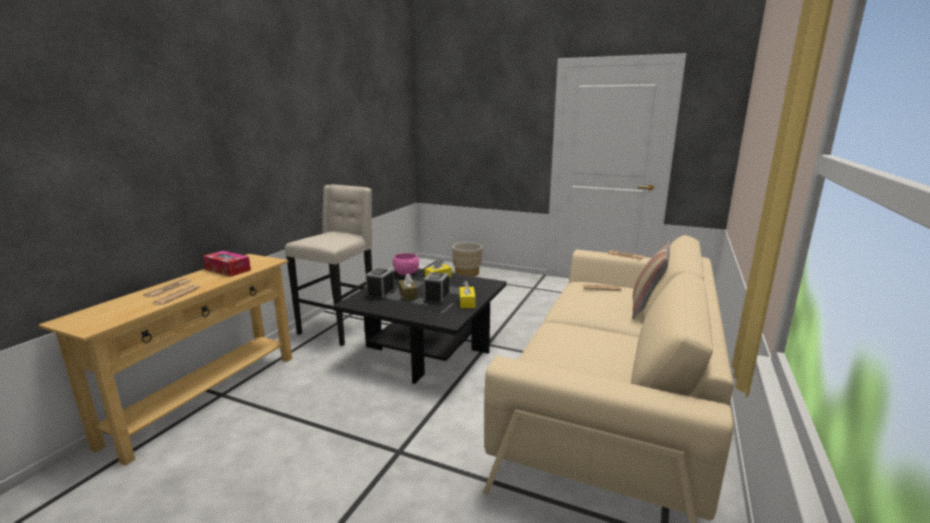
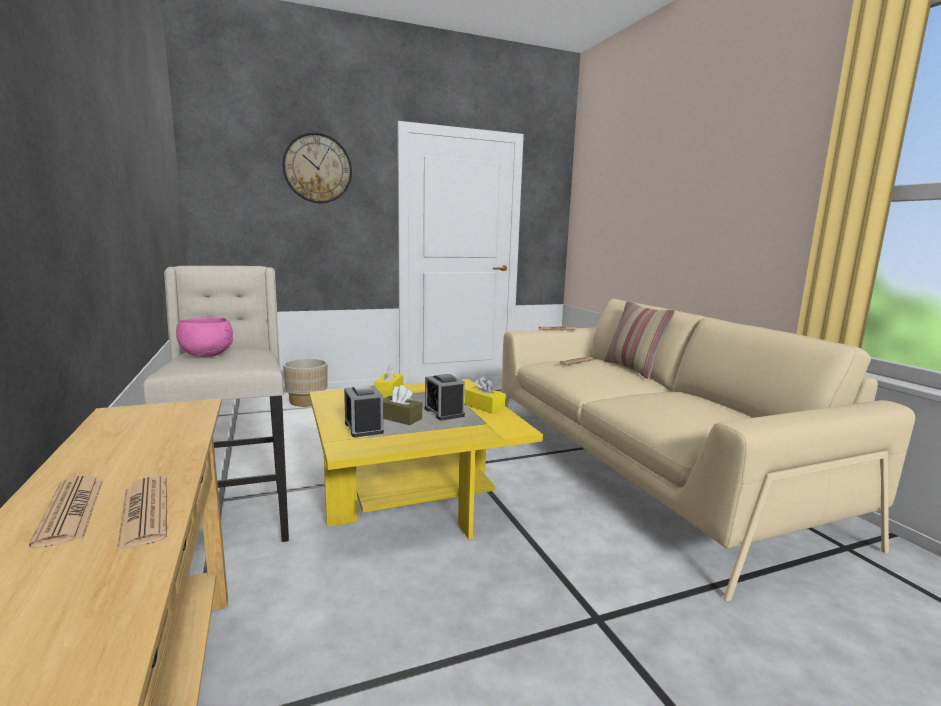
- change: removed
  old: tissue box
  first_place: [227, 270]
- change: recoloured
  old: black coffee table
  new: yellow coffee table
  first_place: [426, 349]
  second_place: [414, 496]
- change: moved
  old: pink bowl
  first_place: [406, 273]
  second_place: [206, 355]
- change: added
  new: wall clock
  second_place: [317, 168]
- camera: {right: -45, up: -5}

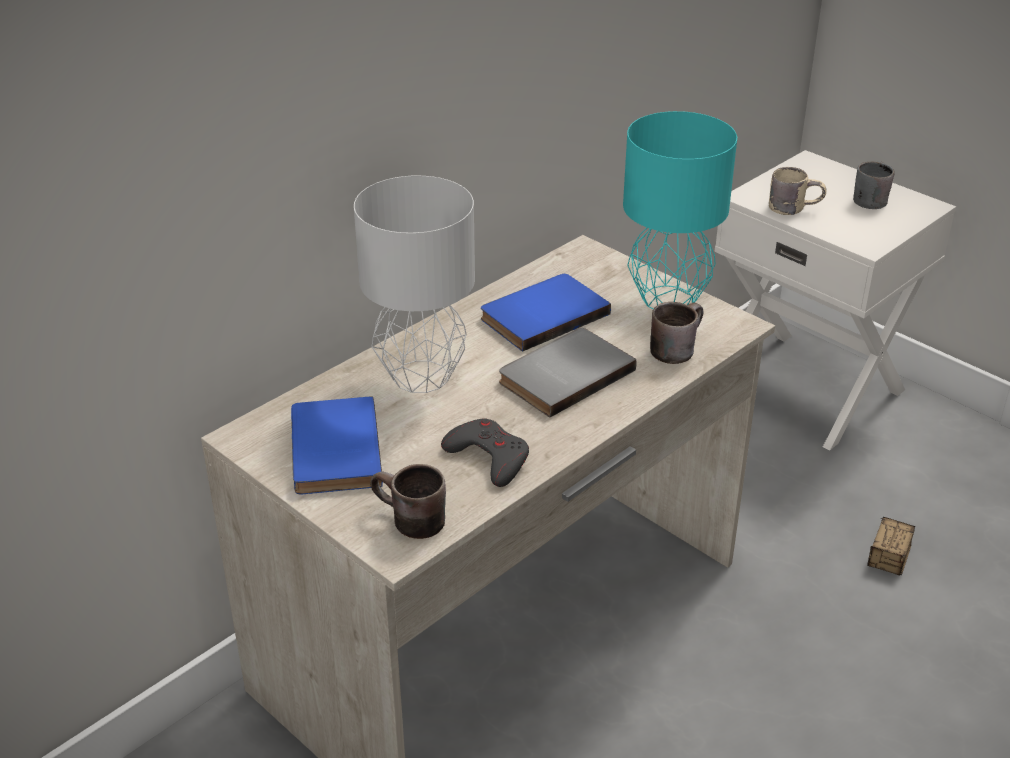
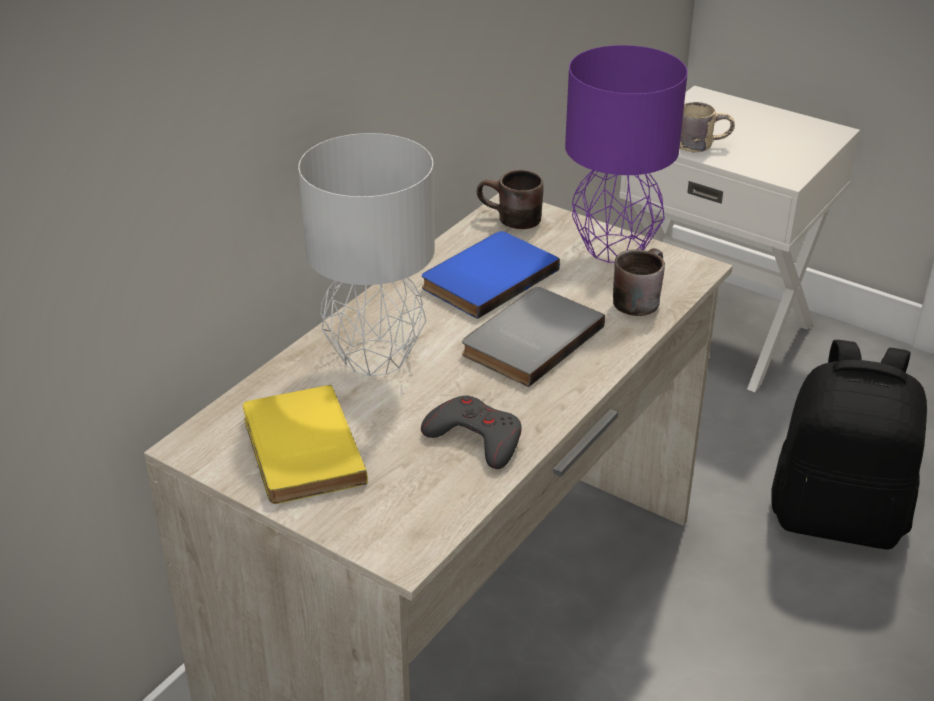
- change: recoloured
  old: blue book
  new: yellow book
  first_place: [331, 450]
  second_place: [298, 449]
- change: moved
  old: brown mug
  first_place: [407, 522]
  second_place: [509, 221]
- change: recoloured
  old: turquoise table lamp
  new: purple table lamp
  first_place: [670, 299]
  second_place: [616, 248]
- change: removed
  old: grey mug
  first_place: [868, 198]
- change: replaced
  old: storage box
  new: black backpack
  first_place: [881, 578]
  second_place: [838, 517]
- camera: {right: -10, up: 0}

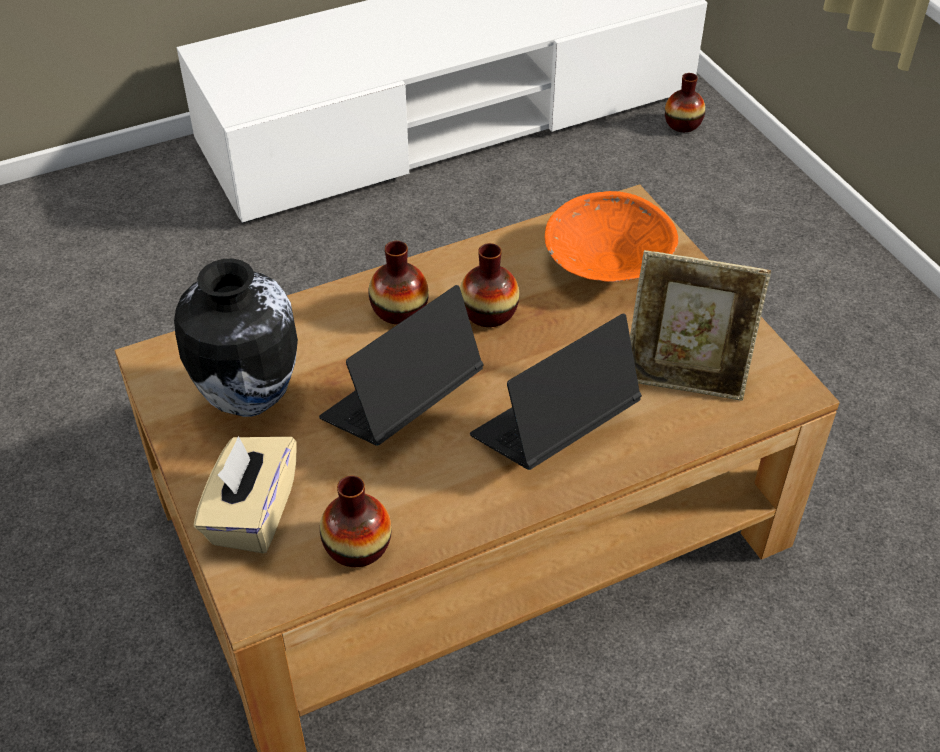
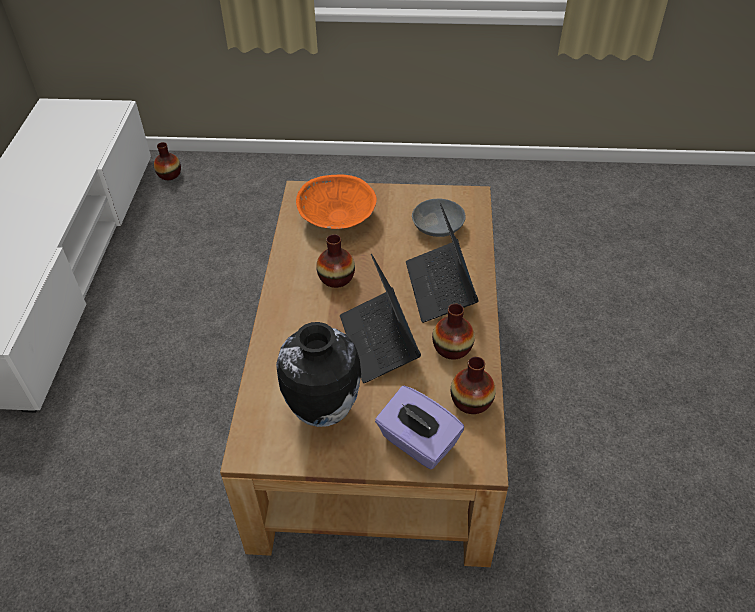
- change: recoloured
  old: beige tissue box
  new: purple tissue box
  first_place: [252, 514]
  second_place: [417, 442]
- change: moved
  old: vase
  first_place: [399, 310]
  second_place: [452, 348]
- change: replaced
  old: picture frame
  new: grey bowl
  first_place: [685, 375]
  second_place: [437, 226]
- camera: {right: -60, up: 0}

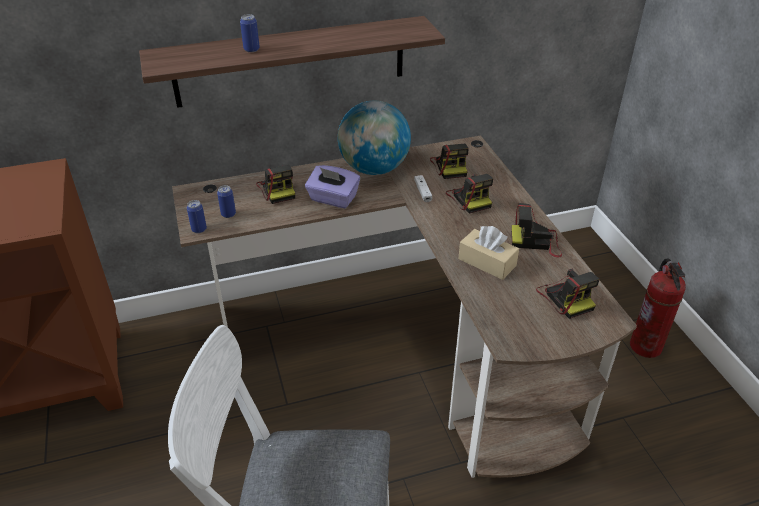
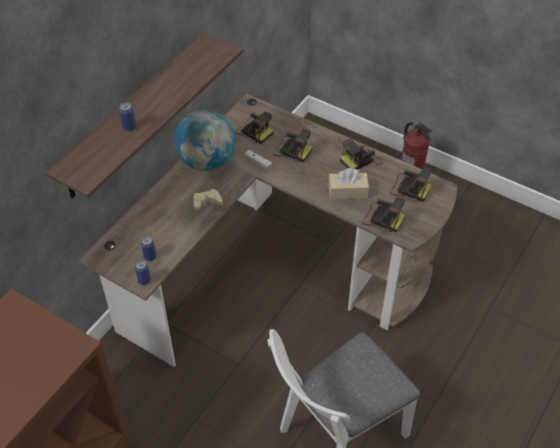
- change: moved
  old: photo camera
  first_place: [278, 189]
  second_place: [382, 218]
- change: replaced
  old: purple tissue box
  new: beige game controller
  first_place: [333, 199]
  second_place: [207, 202]
- camera: {right: -40, up: 10}

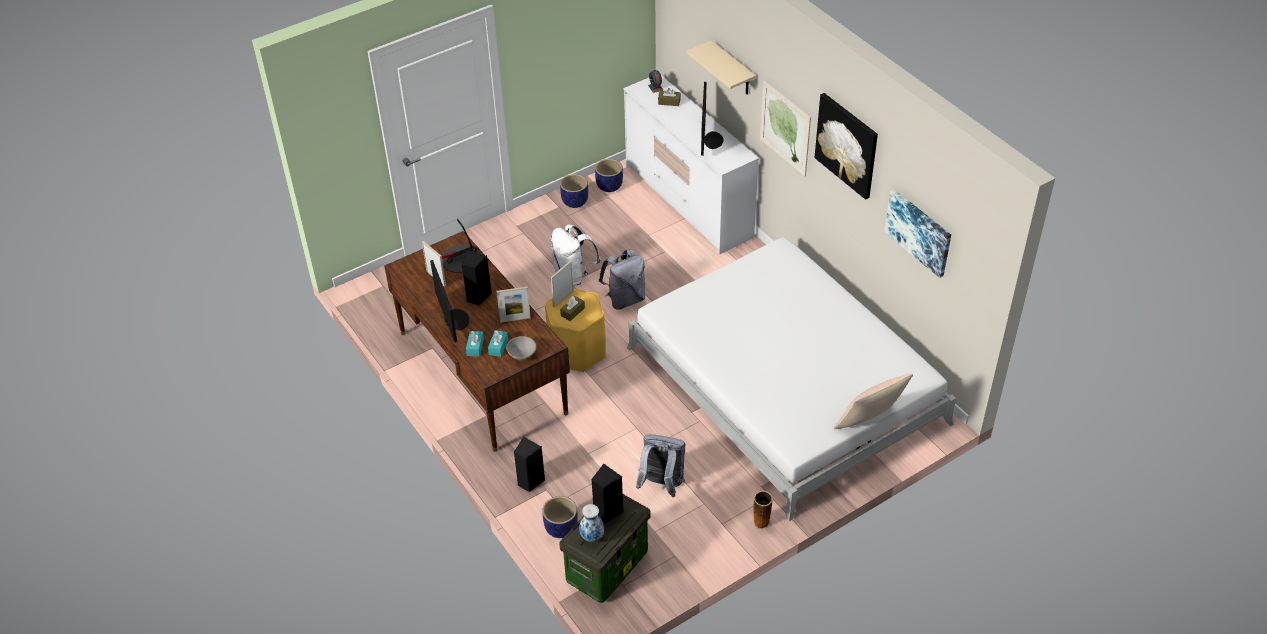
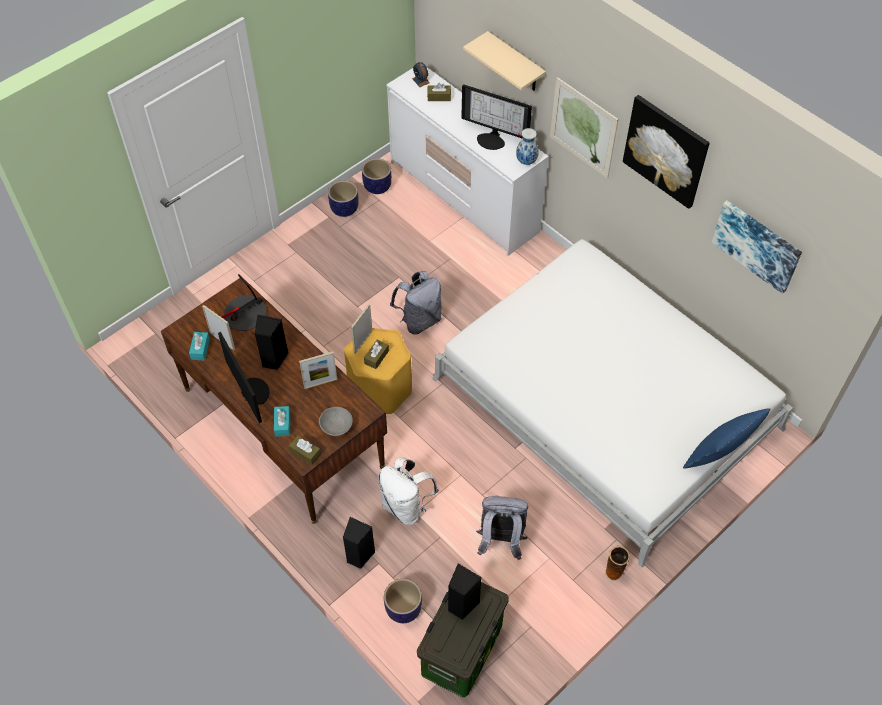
- change: moved
  old: turquoise tissue box
  first_place: [498, 347]
  second_place: [200, 349]
- change: moved
  old: white backpack
  first_place: [574, 274]
  second_place: [406, 506]
- change: moved
  old: vase
  first_place: [591, 537]
  second_place: [526, 161]
- change: turned
  old: monitor
  first_place: [710, 140]
  second_place: [492, 139]
  degrees: 120
- change: recoloured
  old: beige pillow
  new: blue pillow
  first_place: [869, 423]
  second_place: [718, 456]
- change: added
  new: brown tissue box
  second_place: [305, 453]
- camera: {right: -10, up: 10}

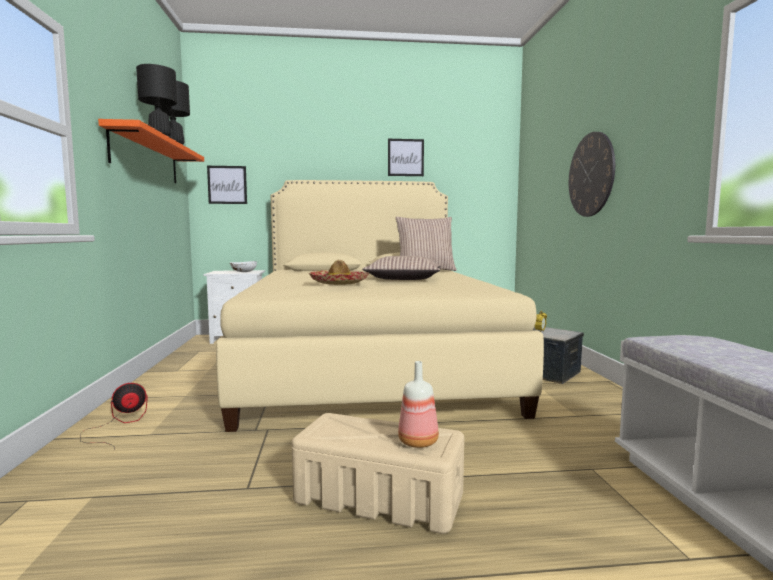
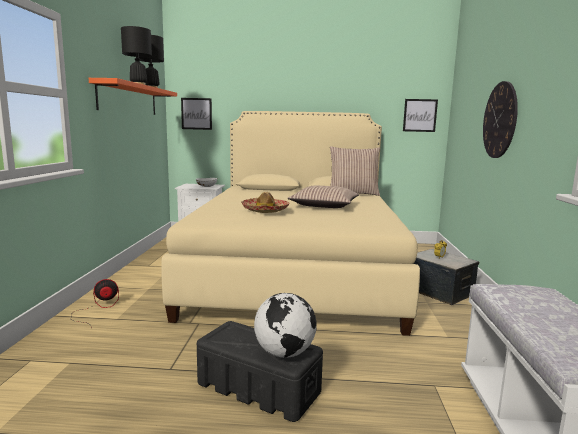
- change: recoloured
  old: beige storage box
  new: black storage box
  first_place: [378, 497]
  second_place: [257, 388]
- change: moved
  old: picture
  first_place: [405, 157]
  second_place: [420, 115]
- change: replaced
  old: bottle
  new: globe
  first_place: [419, 441]
  second_place: [284, 353]
- camera: {right: 10, up: 5}

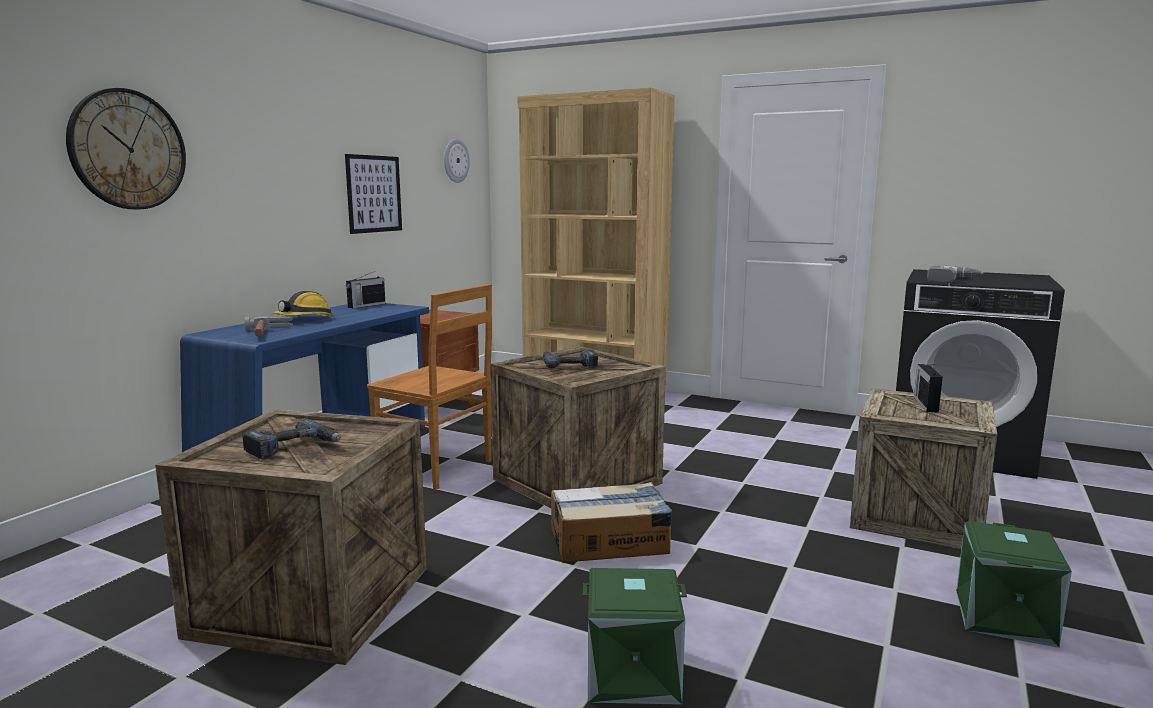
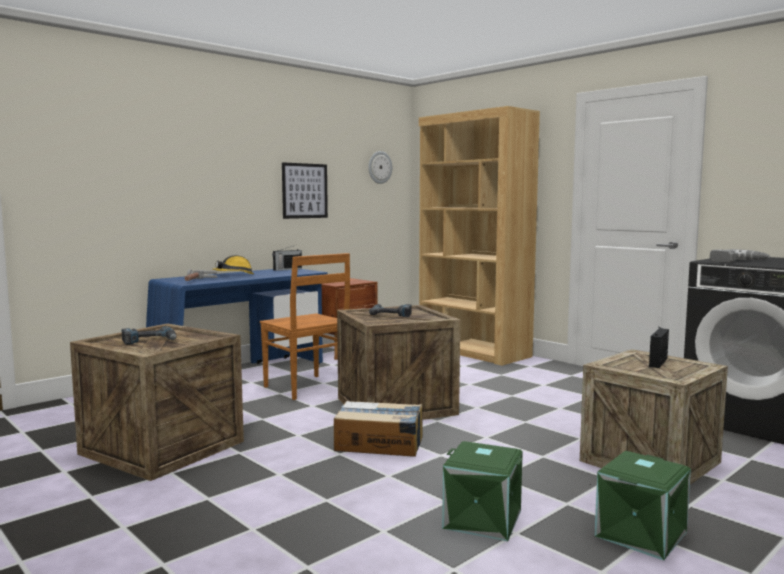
- change: removed
  old: wall clock
  first_place: [127, 150]
- change: moved
  old: green storage box
  first_place: [632, 674]
  second_place: [481, 520]
- camera: {right: 20, up: -5}

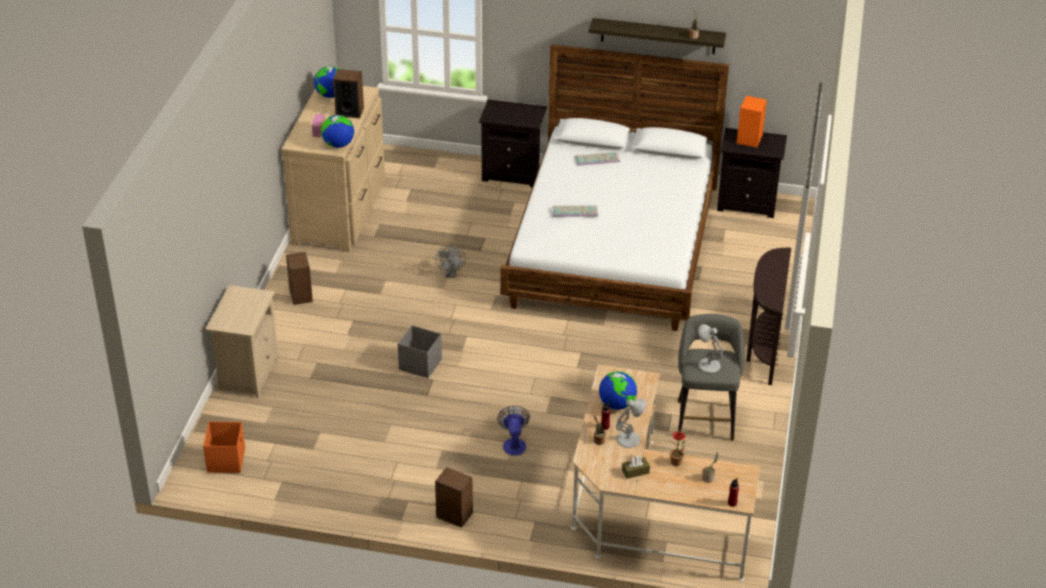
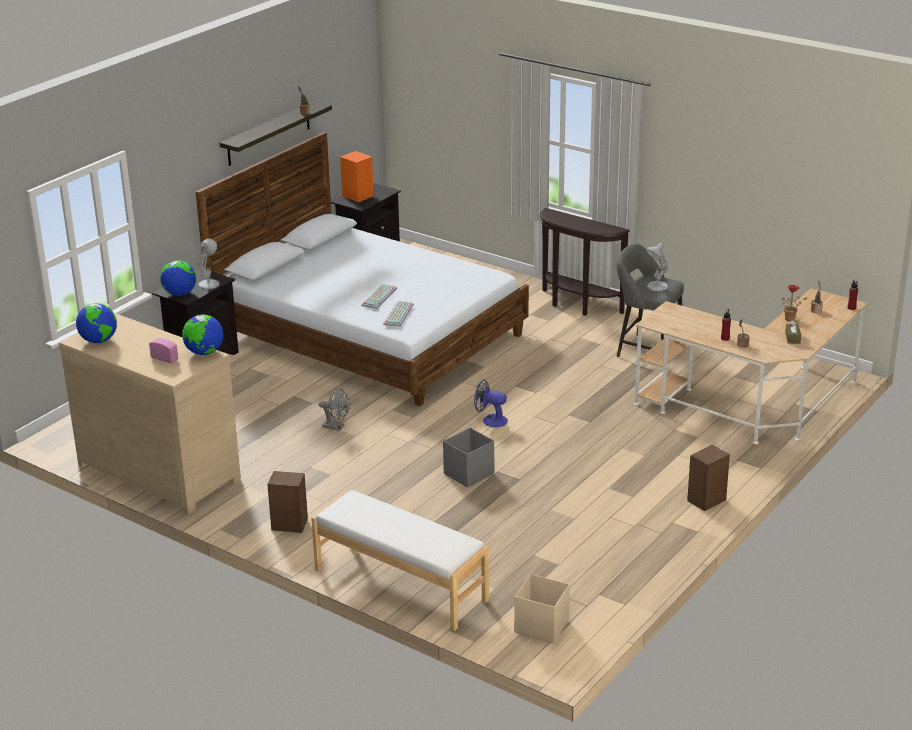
- change: recoloured
  old: orange storage box
  new: beige storage box
  first_place: [226, 460]
  second_place: [541, 626]
- change: replaced
  old: beige nightstand
  new: white bench
  first_place: [247, 373]
  second_place: [400, 585]
- change: removed
  old: speaker
  first_place: [349, 112]
- change: moved
  old: fan
  first_place: [514, 443]
  second_place: [490, 420]
- change: moved
  old: keyboard
  first_place: [597, 159]
  second_place: [397, 314]
- change: moved
  old: globe
  first_place: [617, 404]
  second_place: [180, 294]
- change: moved
  old: white table lamp
  first_place: [629, 439]
  second_place: [209, 283]
- camera: {right: -65, up: -10}

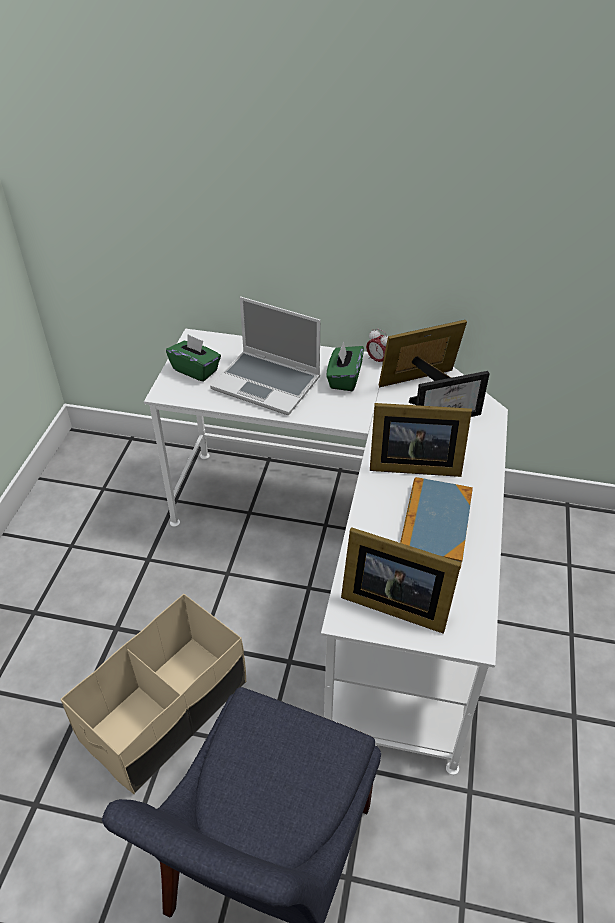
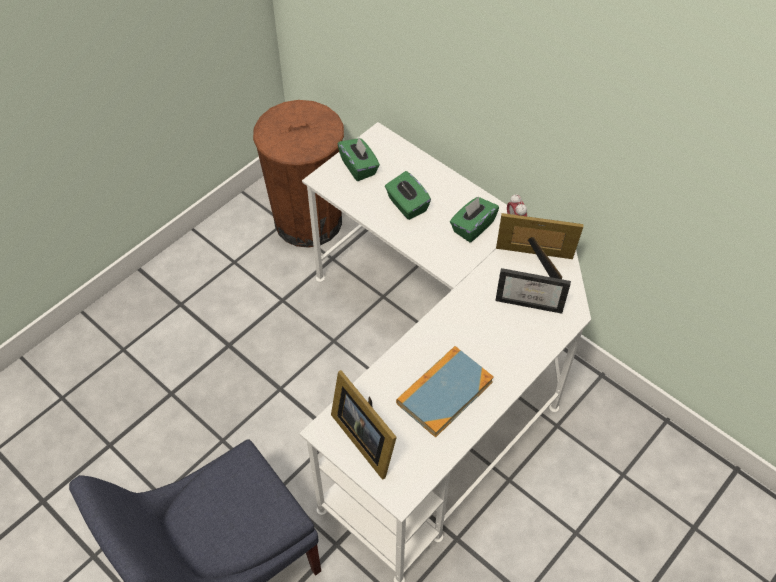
- change: removed
  old: beige storage box
  first_place: [166, 711]
- change: replaced
  old: laptop
  new: green tissue box
  first_place: [268, 384]
  second_place: [407, 205]
- change: removed
  old: picture frame
  first_place: [412, 464]
- change: added
  new: brown trash can
  second_place: [308, 221]
- camera: {right: 30, up: 10}

